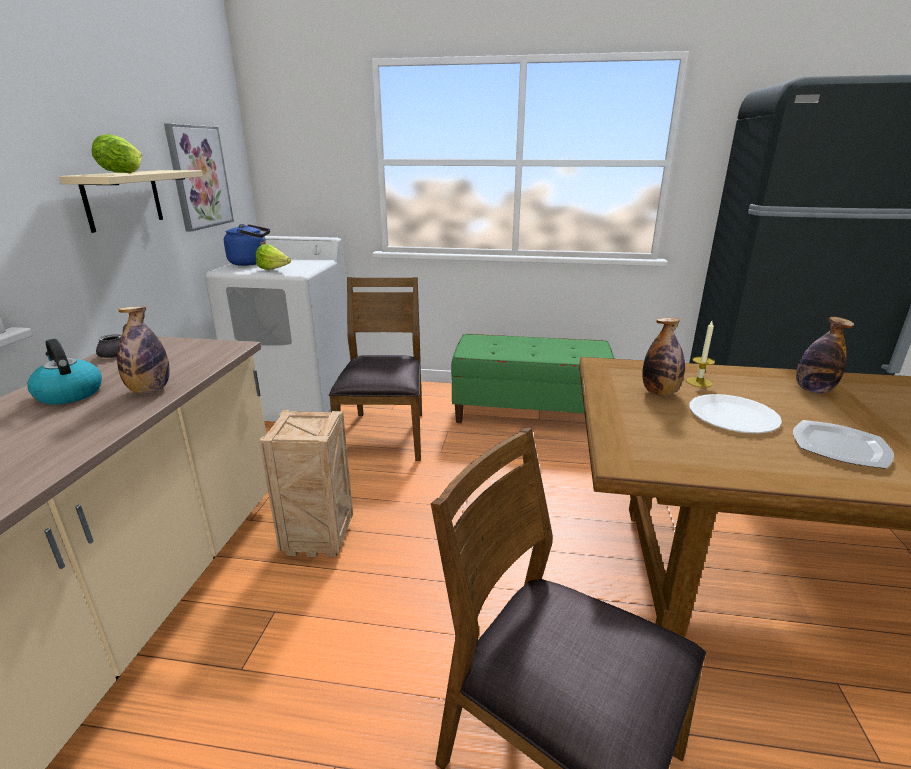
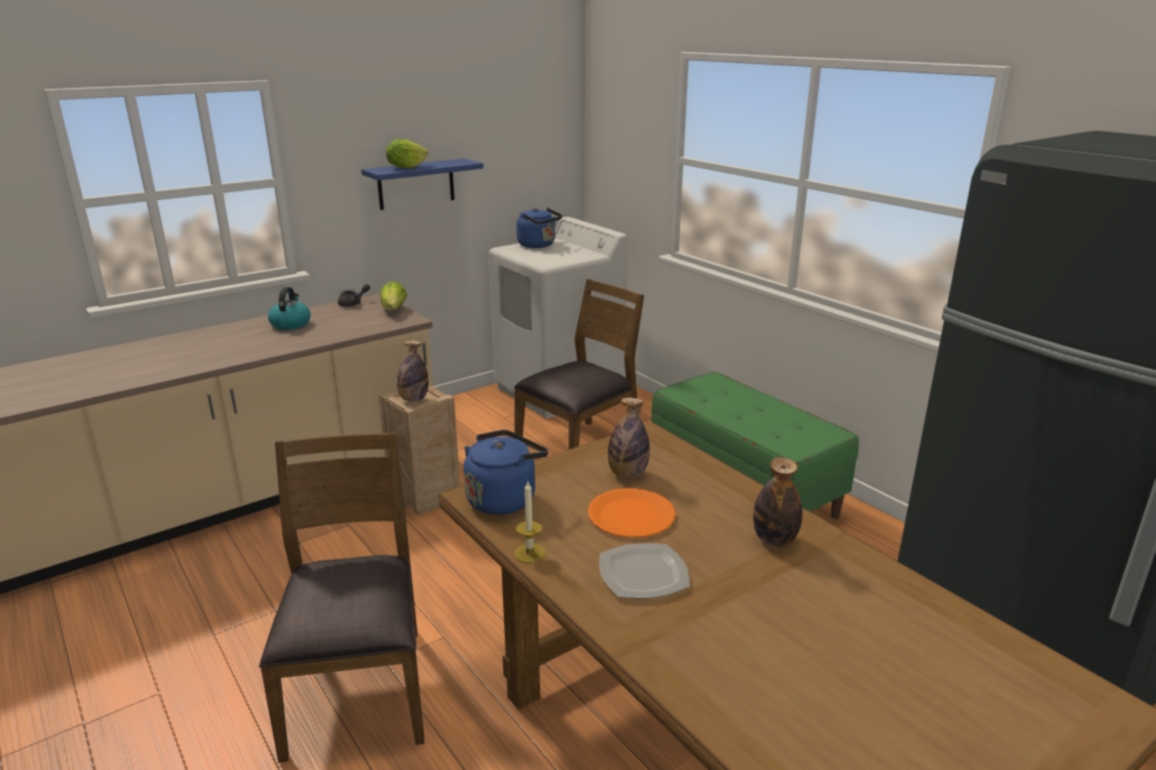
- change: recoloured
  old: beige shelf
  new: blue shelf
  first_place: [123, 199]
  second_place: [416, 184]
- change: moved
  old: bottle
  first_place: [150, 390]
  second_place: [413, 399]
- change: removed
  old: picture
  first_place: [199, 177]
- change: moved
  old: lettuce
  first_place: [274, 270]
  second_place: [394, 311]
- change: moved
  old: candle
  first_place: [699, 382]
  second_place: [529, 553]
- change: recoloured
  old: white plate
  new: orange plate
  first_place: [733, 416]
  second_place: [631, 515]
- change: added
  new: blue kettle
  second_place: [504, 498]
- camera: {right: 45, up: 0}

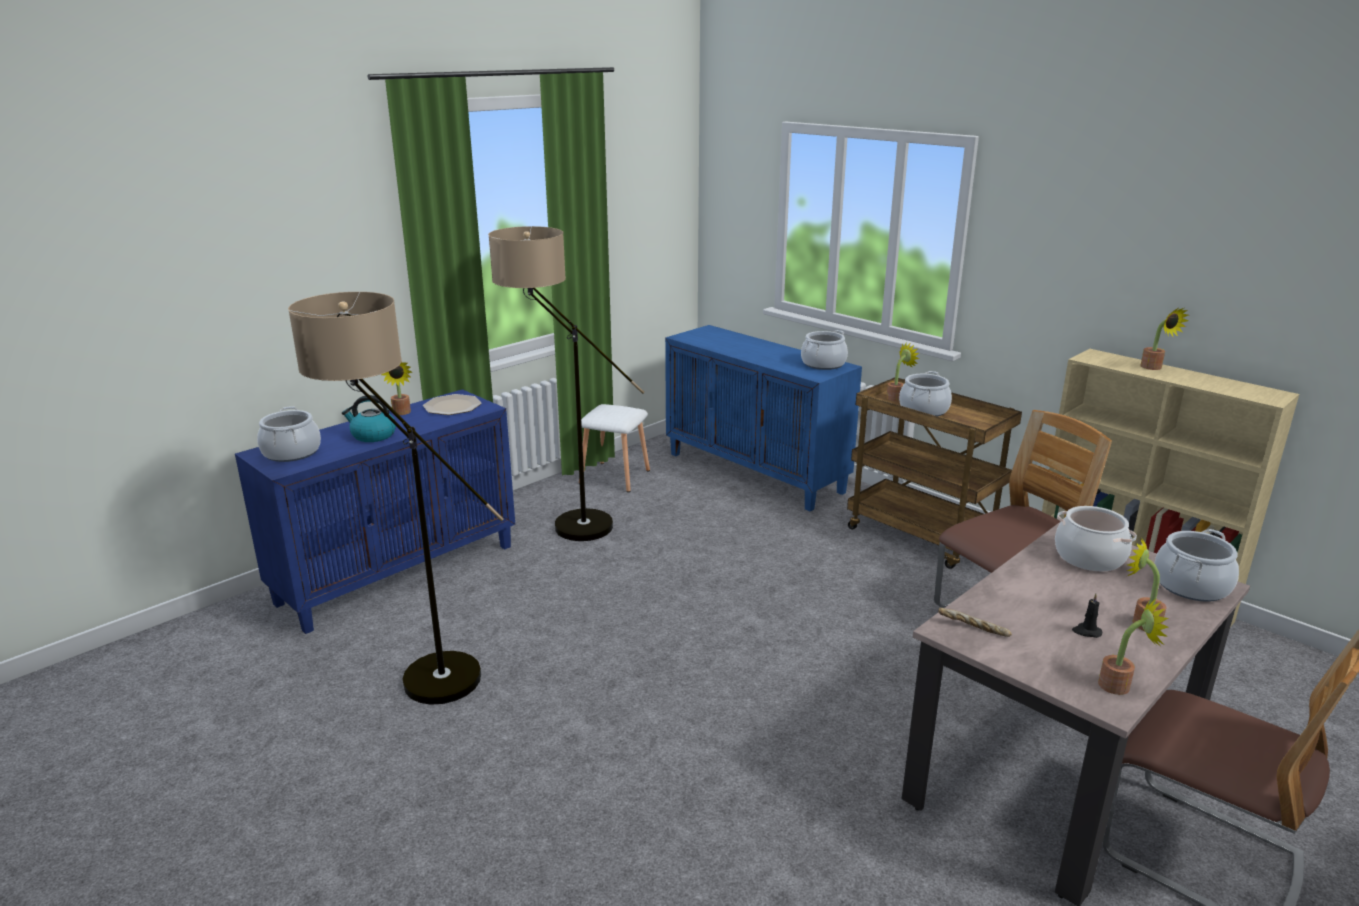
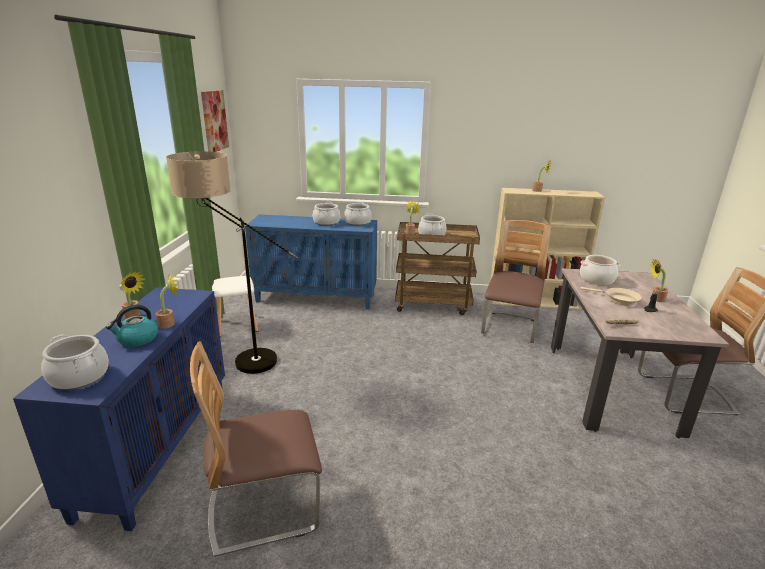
- change: replaced
  old: floor lamp
  new: chair
  first_place: [416, 672]
  second_place: [264, 508]
- change: removed
  old: plate
  first_place: [453, 406]
- change: moved
  old: potted plant
  first_place: [1120, 685]
  second_place: [169, 323]
- change: moved
  old: cooking pot
  first_place: [1191, 586]
  second_place: [326, 222]
- change: added
  new: picture
  second_place: [214, 121]
- change: added
  new: beige frying pan
  second_place: [618, 299]
- camera: {right: -40, up: 0}

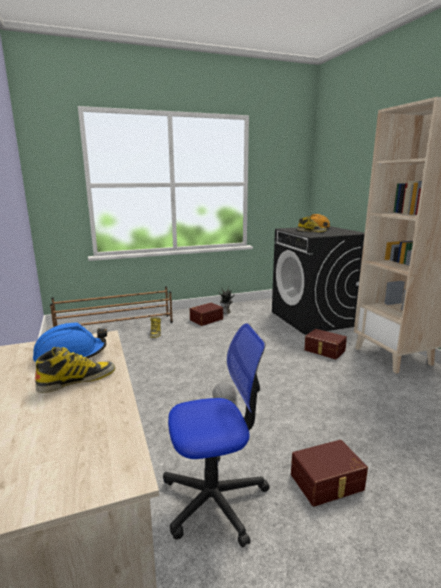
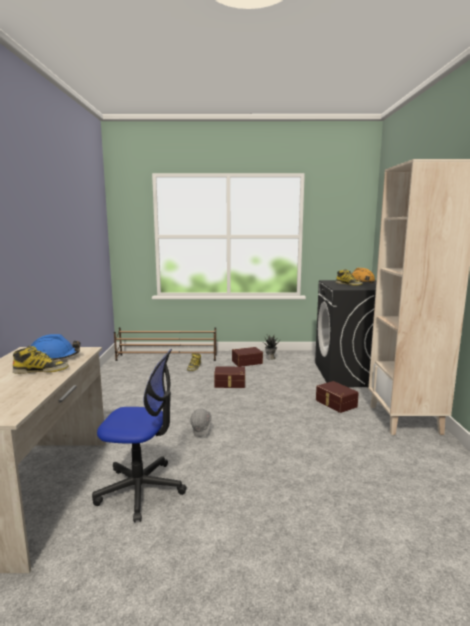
- change: moved
  old: brown storage box
  first_place: [328, 483]
  second_place: [230, 384]
- camera: {right: 20, up: -5}

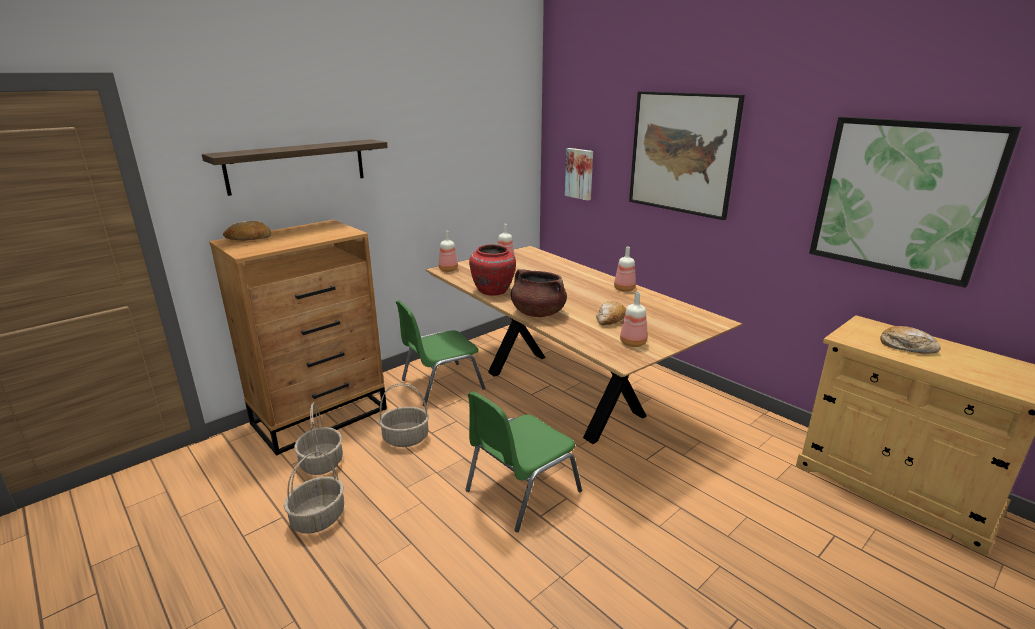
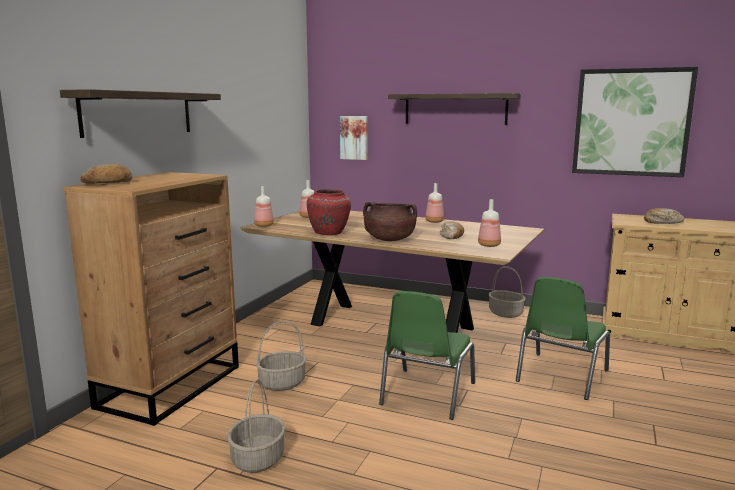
- change: moved
  old: basket
  first_place: [322, 463]
  second_place: [506, 313]
- change: moved
  old: green chair
  first_place: [441, 384]
  second_place: [560, 376]
- change: replaced
  old: picture
  new: shelf
  first_place: [682, 153]
  second_place: [455, 109]
- camera: {right: -25, up: -10}

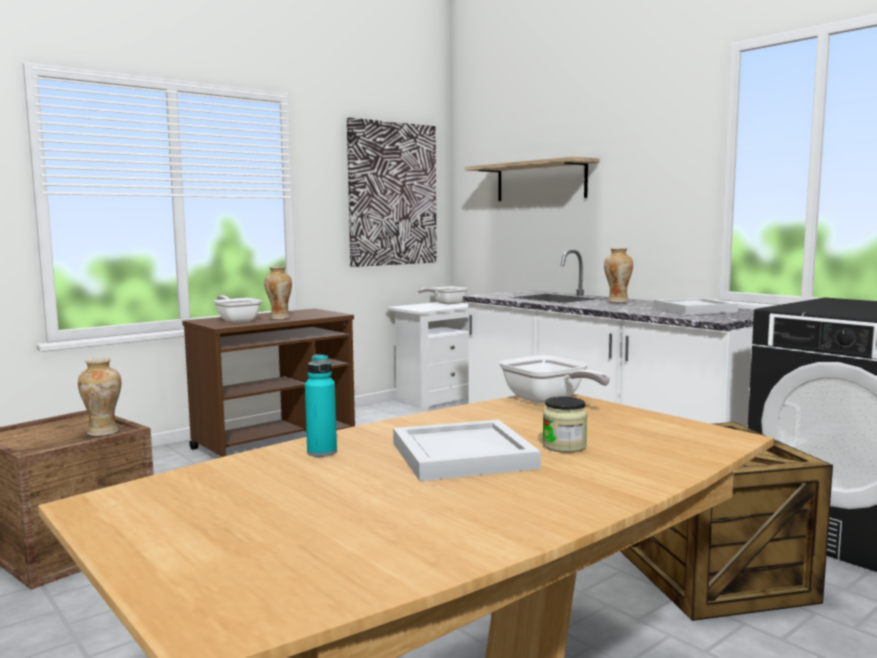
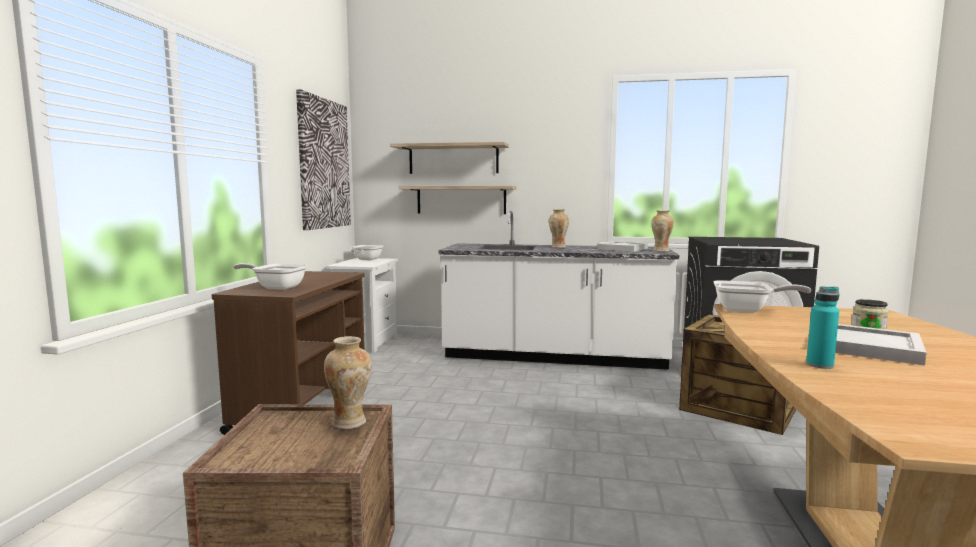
- change: moved
  old: vase
  first_place: [279, 318]
  second_place: [661, 251]
- change: added
  new: shelf
  second_place: [461, 200]
- camera: {right: -40, up: 0}

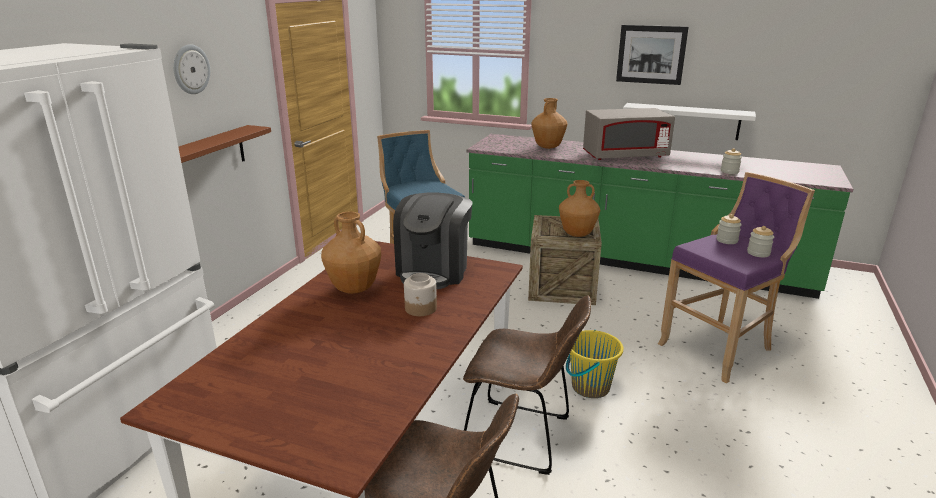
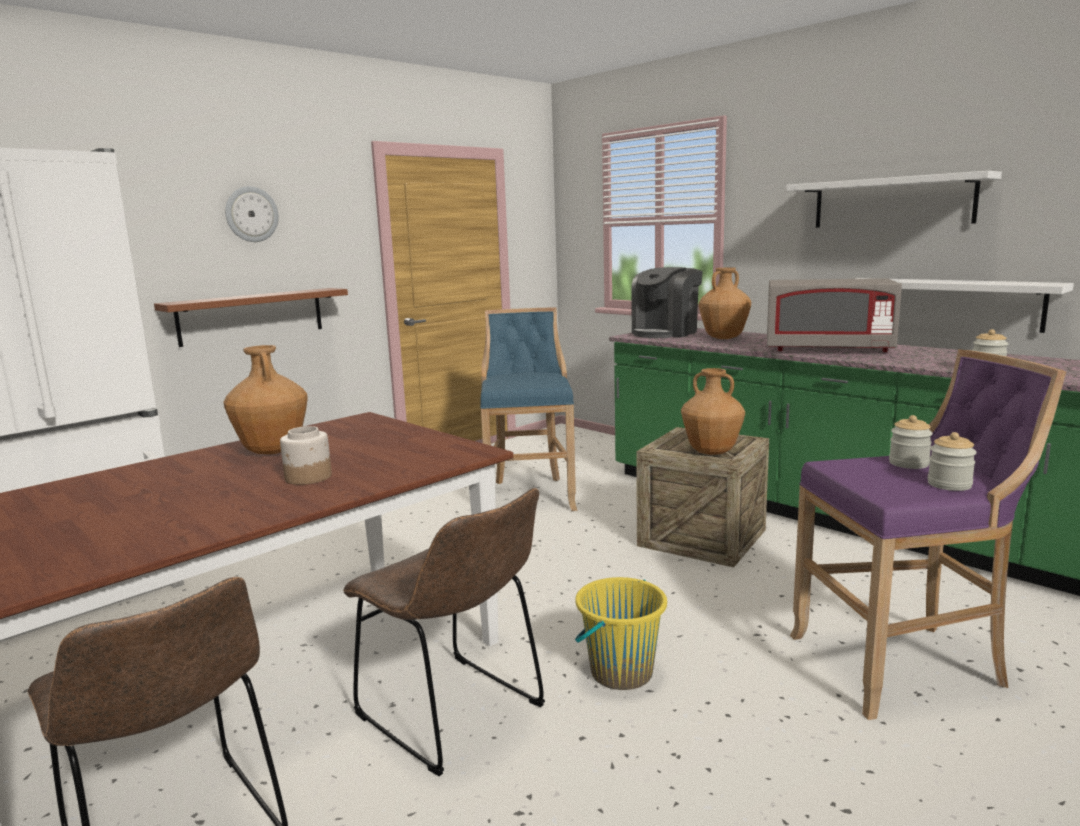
- change: moved
  old: coffee machine
  first_place: [434, 270]
  second_place: [665, 333]
- change: replaced
  old: picture
  new: white shelf
  first_place: [651, 54]
  second_place: [892, 202]
- camera: {right: 25, up: -10}

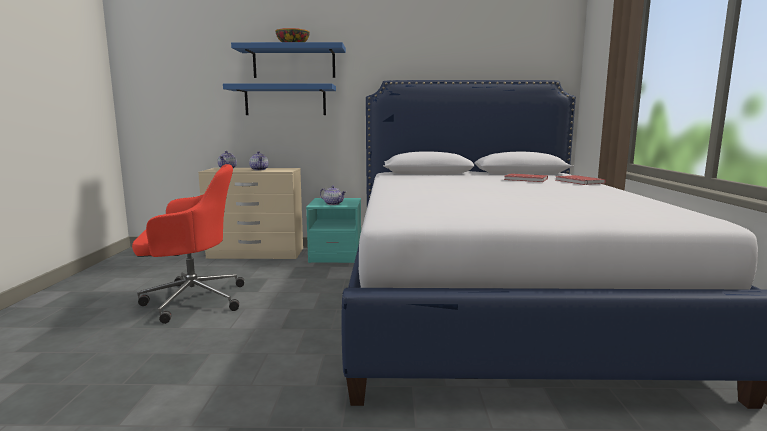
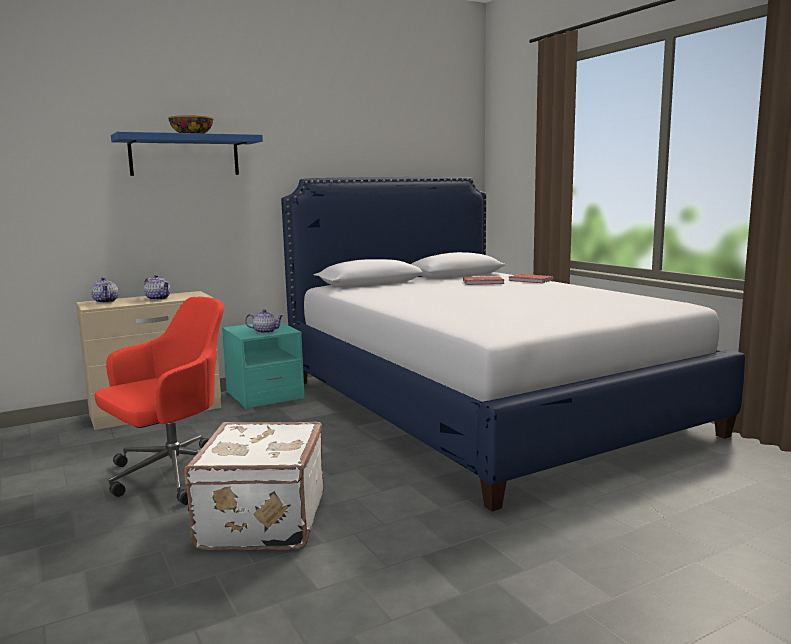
- change: removed
  old: blue shelf
  first_place: [285, 100]
- change: added
  new: white suitcase
  second_place: [260, 521]
- camera: {right: -30, up: 0}

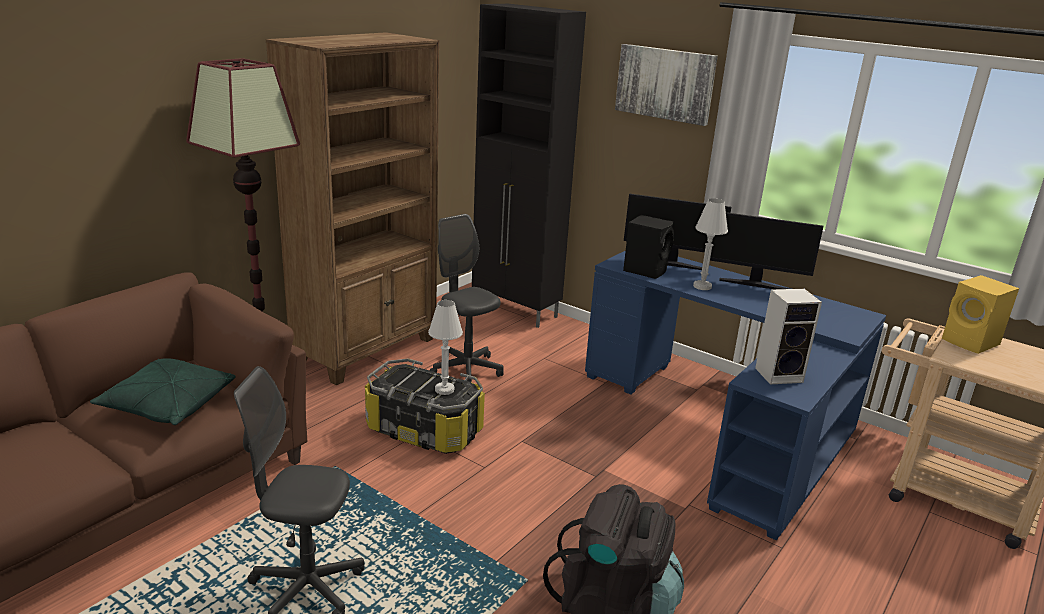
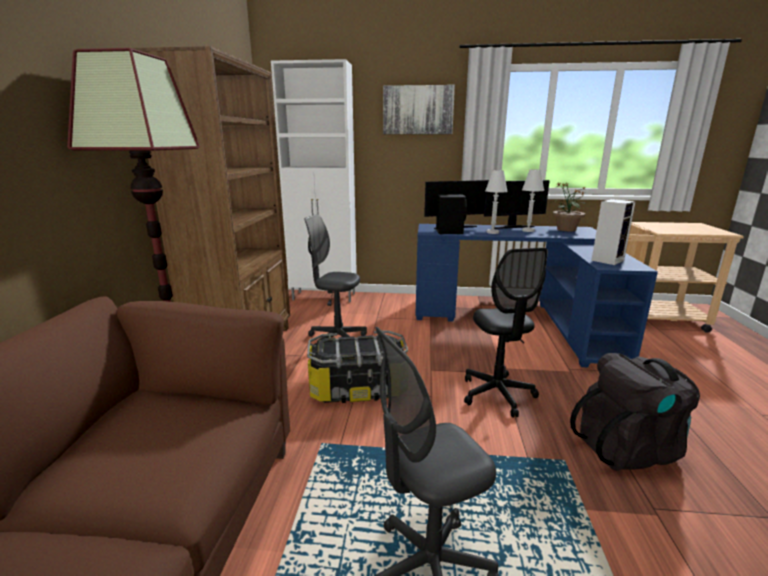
- change: removed
  old: green pillow
  first_place: [168, 405]
- change: moved
  old: white table lamp
  first_place: [444, 389]
  second_place: [528, 230]
- change: recoloured
  old: black cabinet
  new: white cabinet
  first_place: [516, 311]
  second_place: [325, 297]
- change: removed
  old: yellow speaker
  first_place: [972, 343]
- change: added
  new: black office chair
  second_place: [497, 394]
- change: added
  new: potted plant
  second_place: [566, 229]
- camera: {right: -30, up: -5}

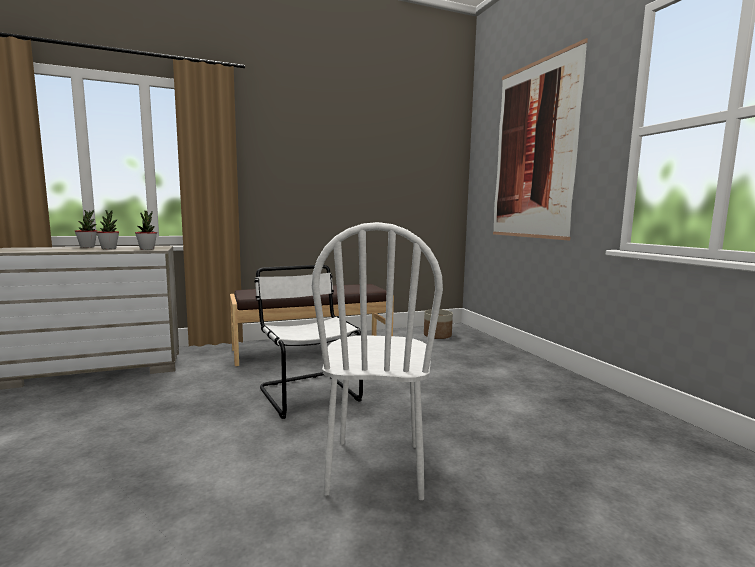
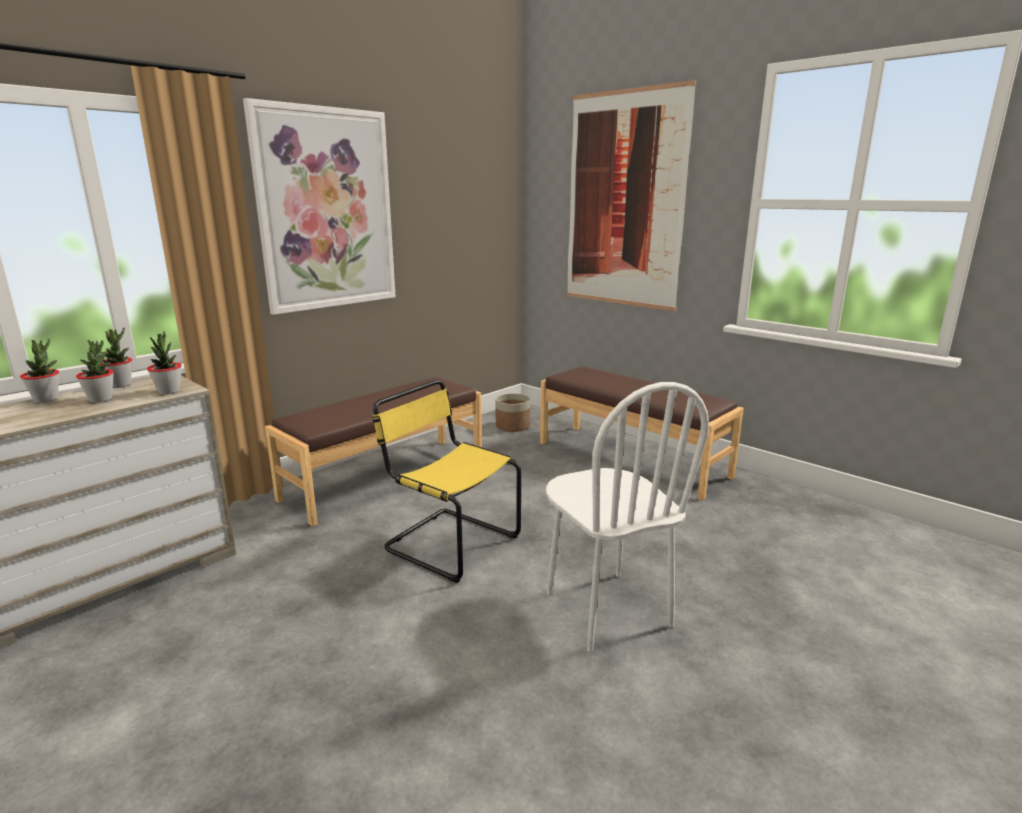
- change: recoloured
  old: white chair
  new: yellow chair
  first_place: [307, 393]
  second_place: [448, 542]
- change: added
  new: potted plant
  second_place: [120, 385]
- change: added
  new: picture
  second_place: [326, 210]
- change: added
  new: brown bench
  second_place: [631, 459]
- camera: {right: -25, up: 10}

